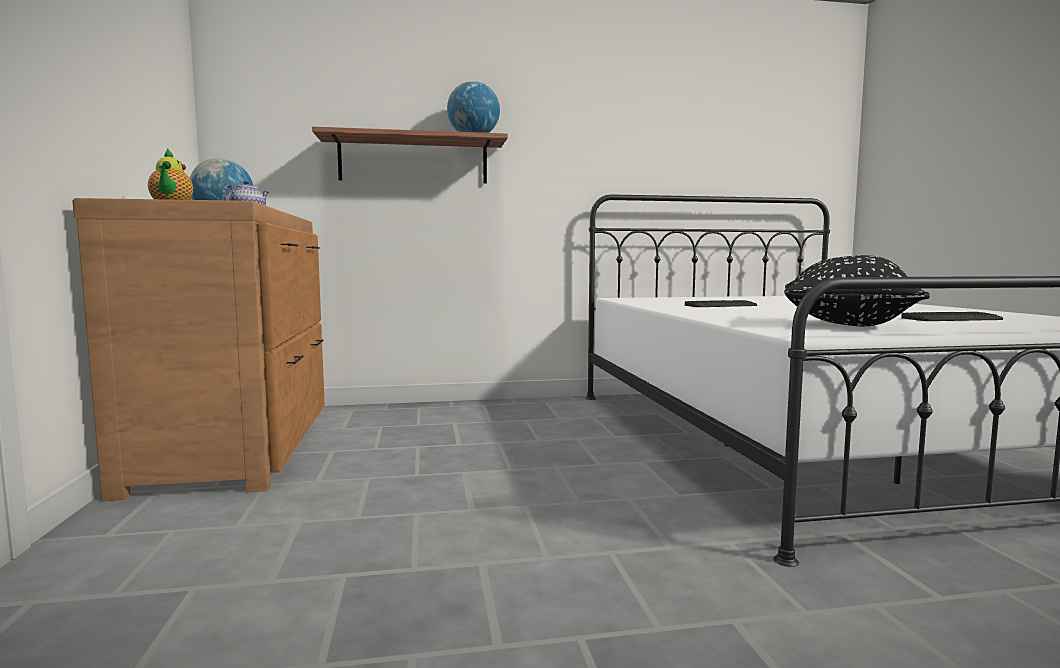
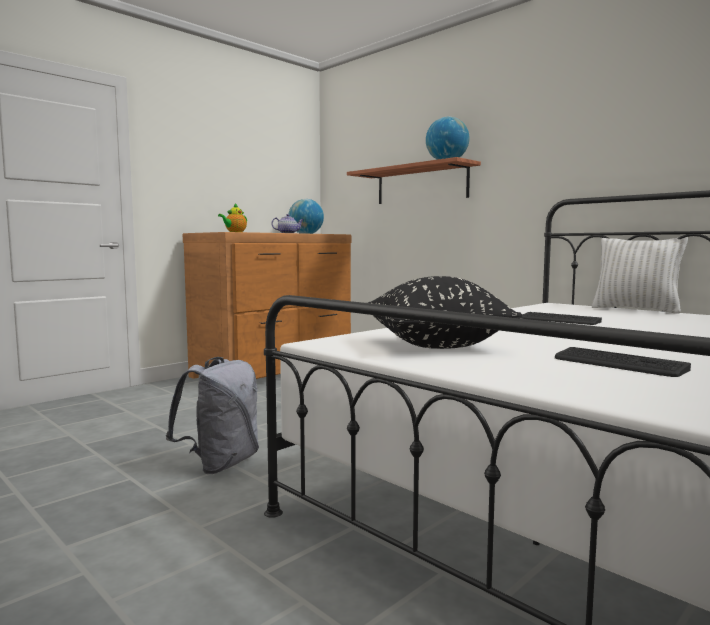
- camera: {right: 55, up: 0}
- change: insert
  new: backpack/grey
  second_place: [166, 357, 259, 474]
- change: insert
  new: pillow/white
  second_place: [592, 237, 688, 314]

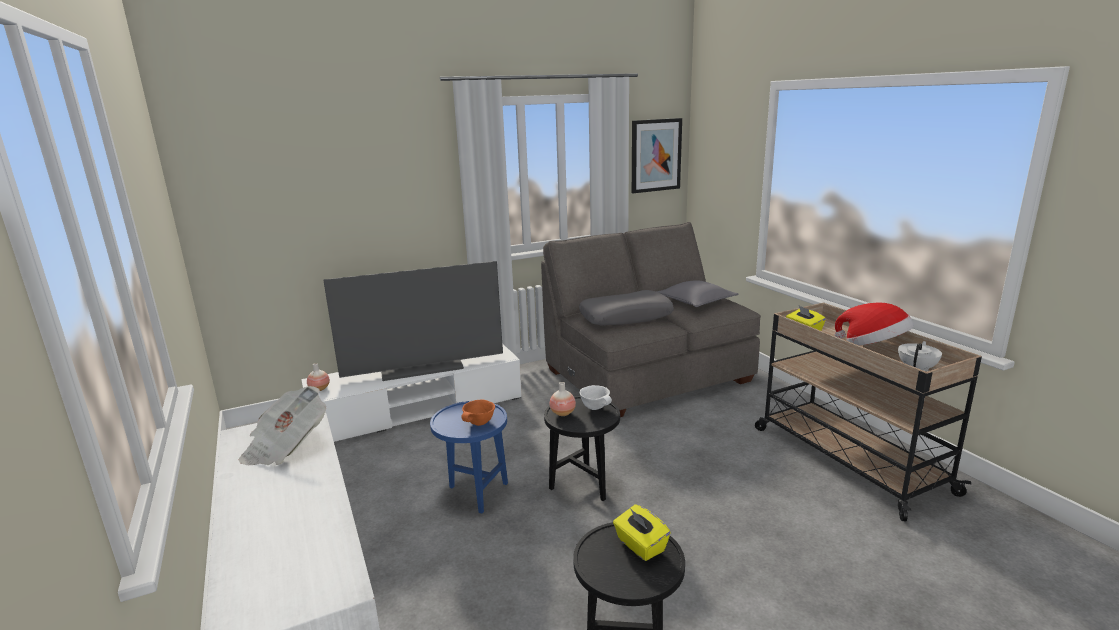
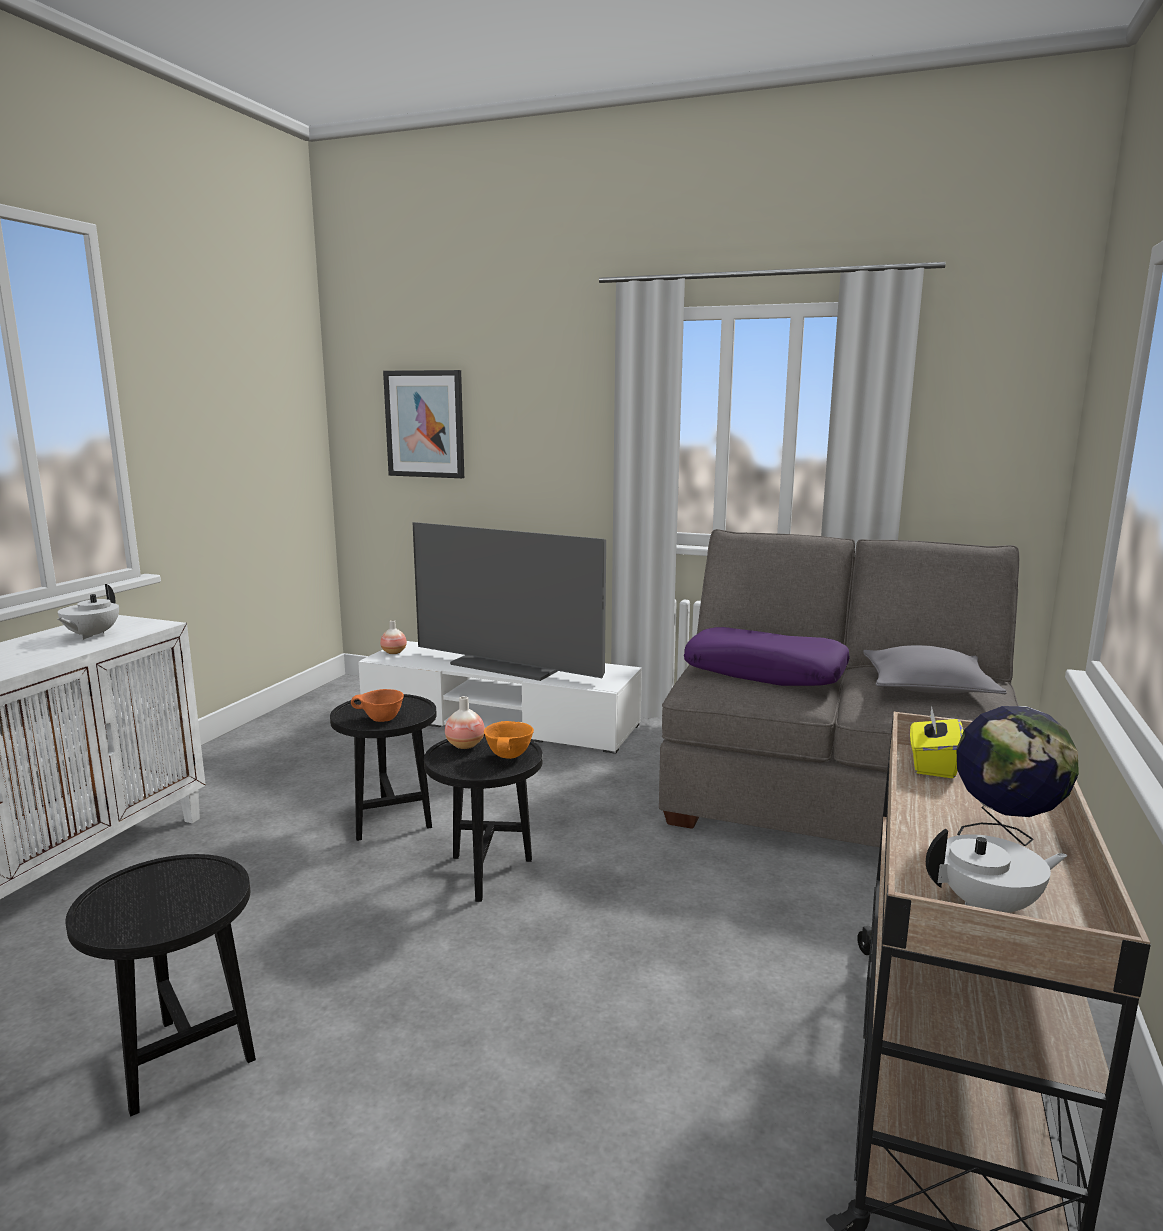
- camera: {right: 45, up: -5}
- change: replace
  old: newspaper
  new: teapot/white
  first_place: [239, 386, 326, 465]
  second_place: [57, 584, 119, 640]
- change: recolor
  old: side table/blue
  new: side table/black
  first_place: [430, 401, 508, 514]
  second_place: [330, 694, 437, 841]
- change: move
  old: picture
  first_place: [632, 118, 682, 193]
  second_place: [383, 370, 464, 478]
- change: recolor
  old: bowl/white
  new: bowl/orange
  first_place: [580, 385, 612, 410]
  second_place: [484, 721, 534, 759]
- change: recolor
  old: pillow/grey
  new: pillow/purple
  first_place: [579, 290, 674, 325]
  second_place: [684, 627, 849, 686]
- change: replace
  old: hat
  new: globe
  first_place: [835, 303, 914, 345]
  second_place: [956, 706, 1079, 846]
- change: delete
  old: tissue box/yellow
  first_place: [613, 504, 671, 561]

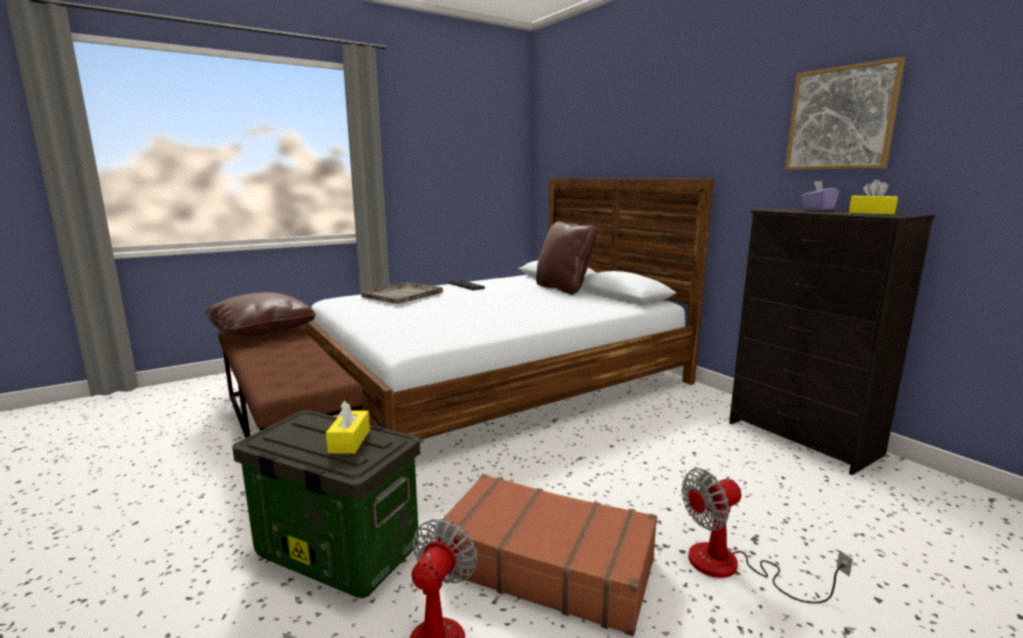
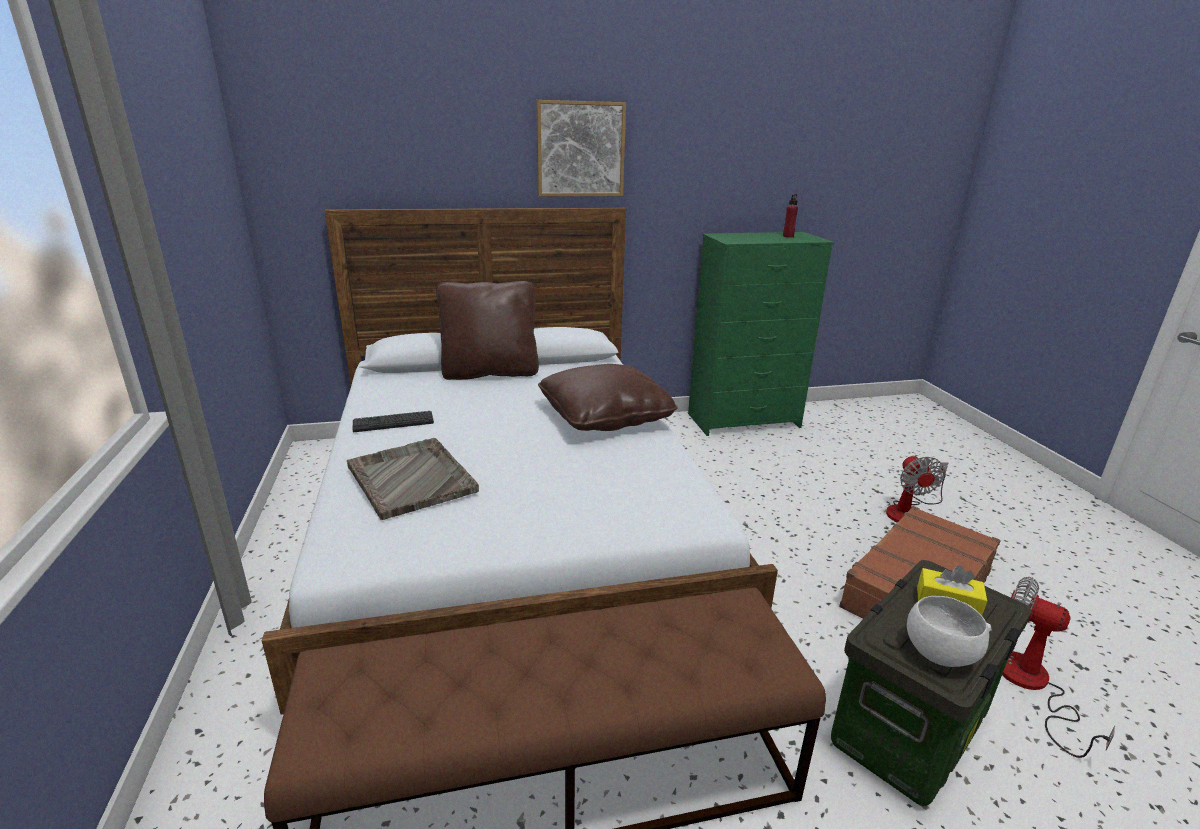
- camera: {right: -70, up: 10}
- change: move
  old: picture
  first_place: [785, 57, 906, 170]
  second_place: [536, 100, 626, 196]
- change: move
  old: pillow/brown
  first_place: [204, 292, 316, 337]
  second_place: [538, 364, 678, 431]
- change: recolor
  old: dresser/black
  new: dresser/green
  first_place: [729, 208, 935, 475]
  second_place: [688, 232, 834, 436]
- change: replace
  old: tissue box/yellow
  new: bottle/red
  first_place: [849, 180, 898, 215]
  second_place: [783, 194, 798, 237]
- change: insert
  new: bowl/white
  second_place: [907, 596, 992, 667]
- change: delete
  old: tissue box/purple
  first_place: [801, 181, 839, 211]

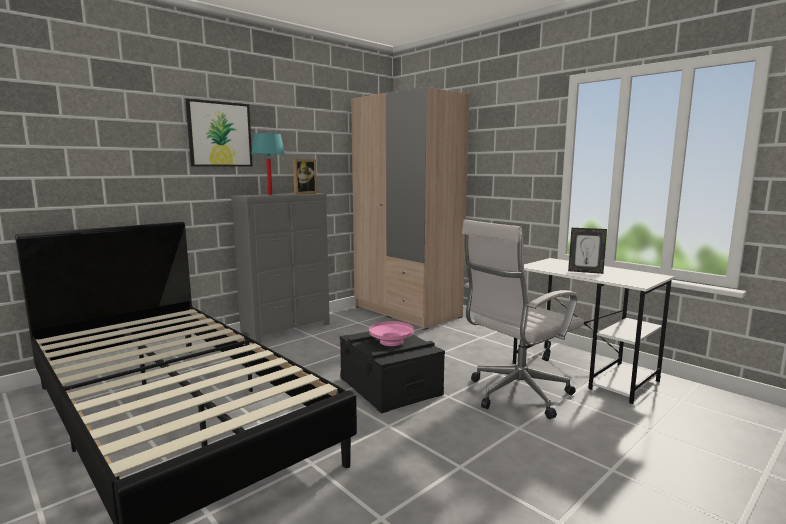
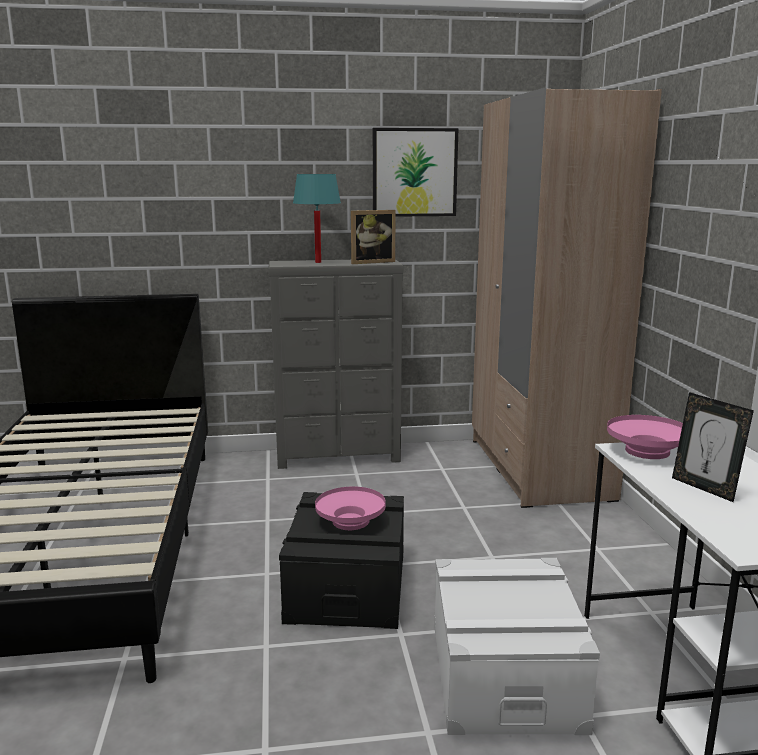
- camera: {right: 35, up: 5}
- change: move
  old: picture
  first_place: [186, 99, 253, 167]
  second_place: [373, 128, 459, 217]
- change: replace
  old: office chair/white
  new: storage box/white
  first_place: [462, 219, 584, 419]
  second_place: [434, 558, 600, 735]
- change: insert
  new: bowl/pink
  second_place: [607, 415, 683, 459]

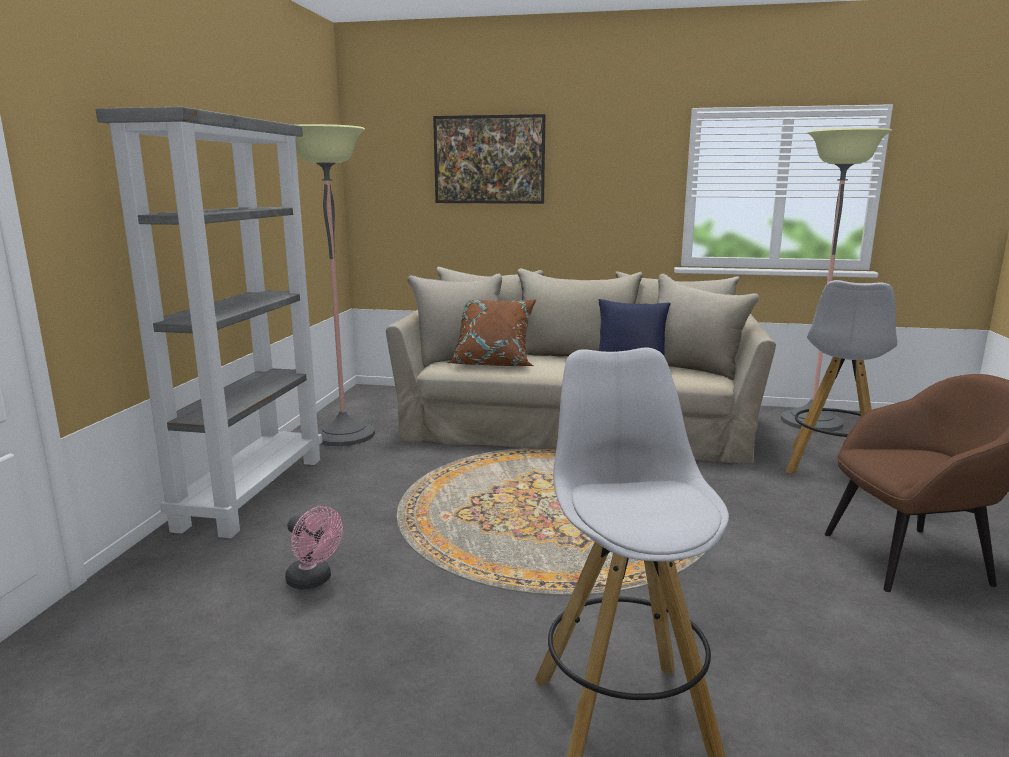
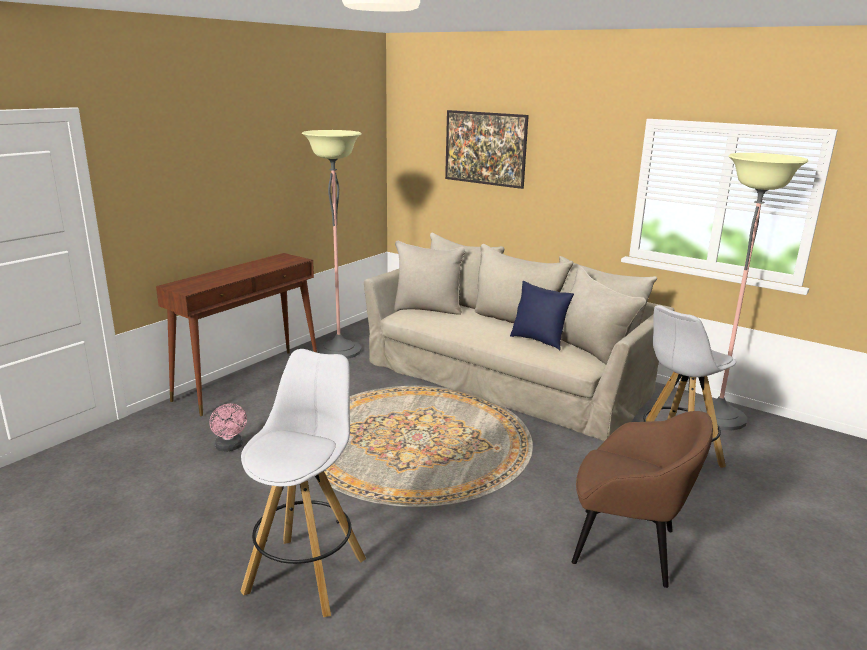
- camera: {right: 25, up: 5}
- change: replace
  old: bookcase/grey
  new: console table/brown
  first_place: [96, 107, 322, 538]
  second_place: [156, 253, 317, 416]
- change: delete
  old: pillow/brown
  first_place: [447, 299, 537, 366]

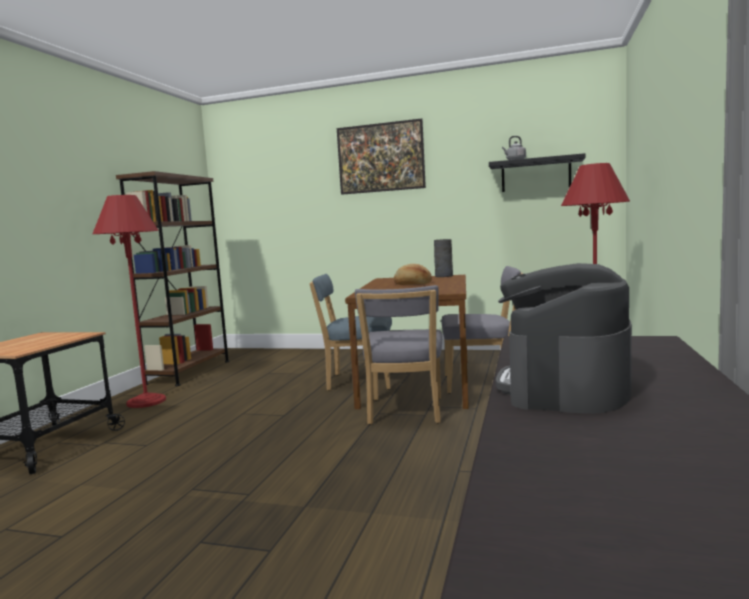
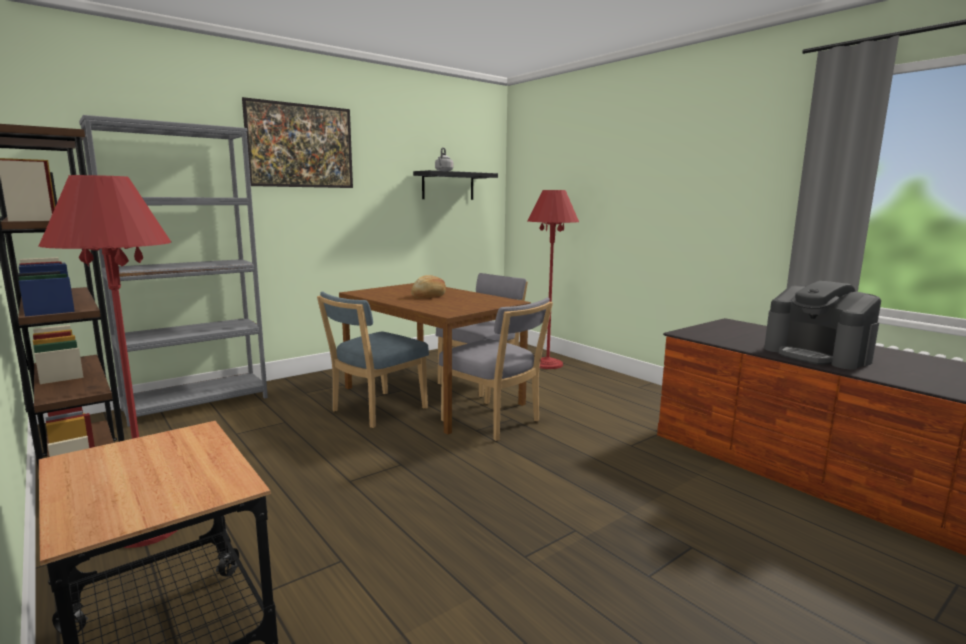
- camera: {right: -55, up: 5}
- change: insert
  new: bookcase/grey
  second_place: [79, 115, 268, 427]
- change: delete
  old: vase/grey
  first_place: [434, 239, 453, 277]

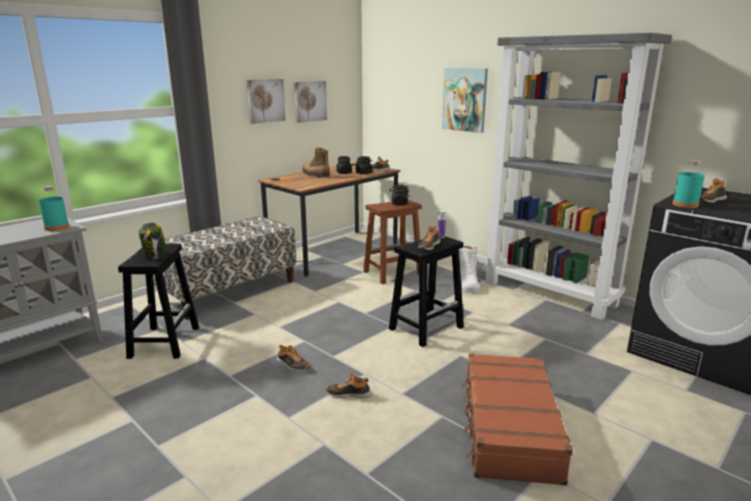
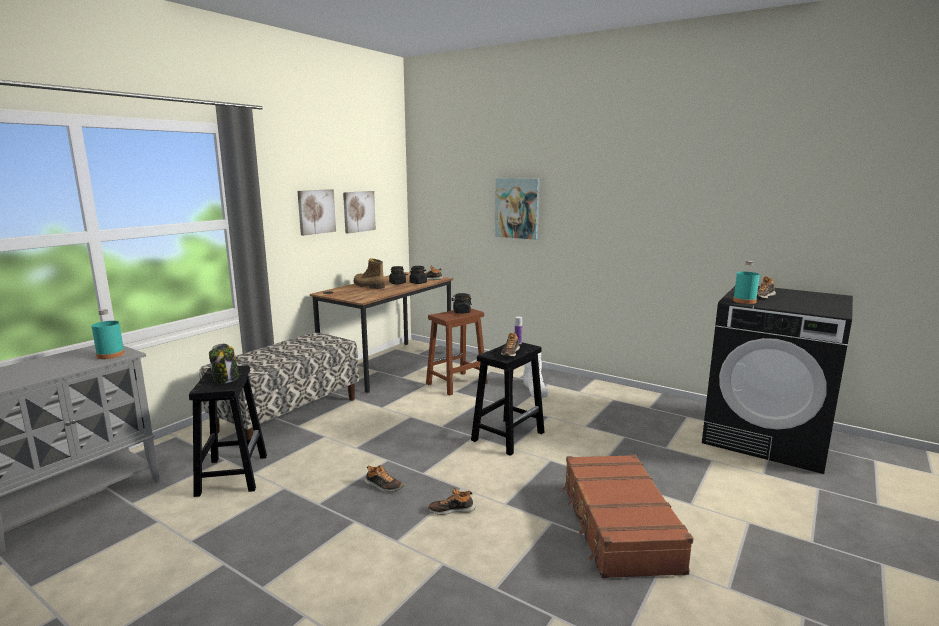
- camera: {right: -10, up: -5}
- change: delete
  old: bookcase/grey
  first_place: [483, 33, 672, 320]

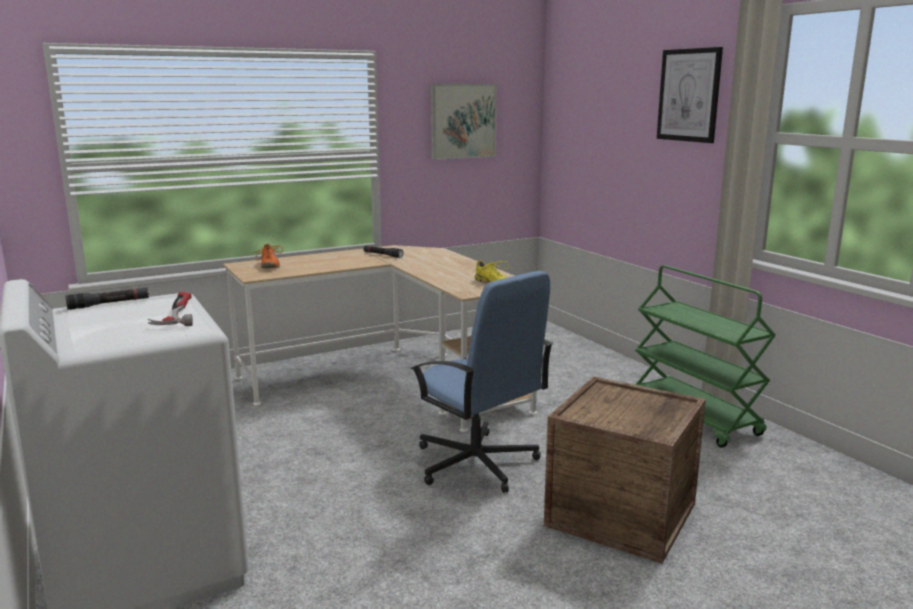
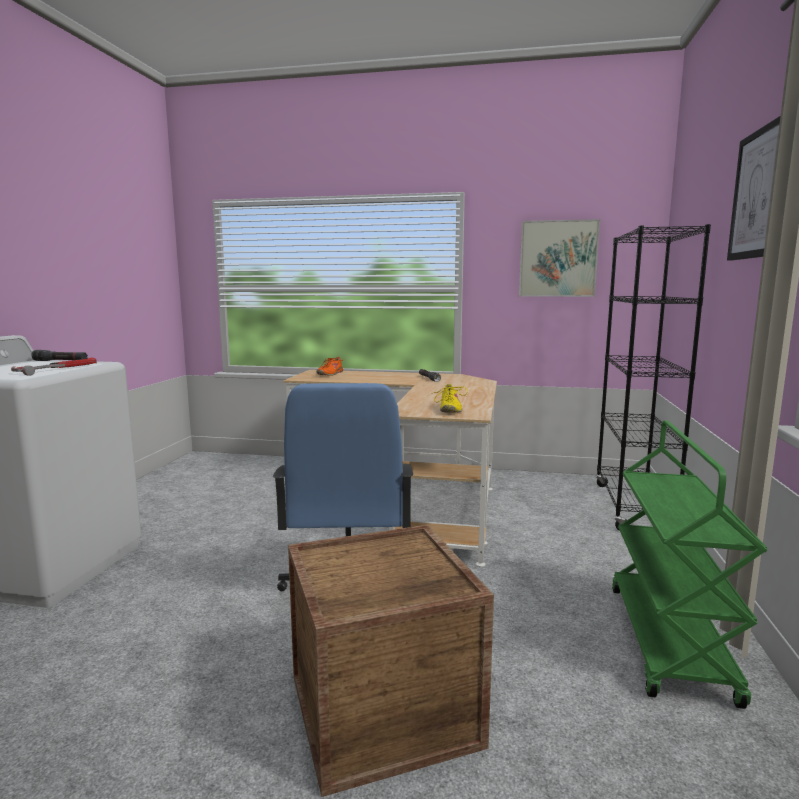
- camera: {right: 40, up: -5}
- change: insert
  new: bookcase/black
  second_place: [595, 224, 711, 531]

